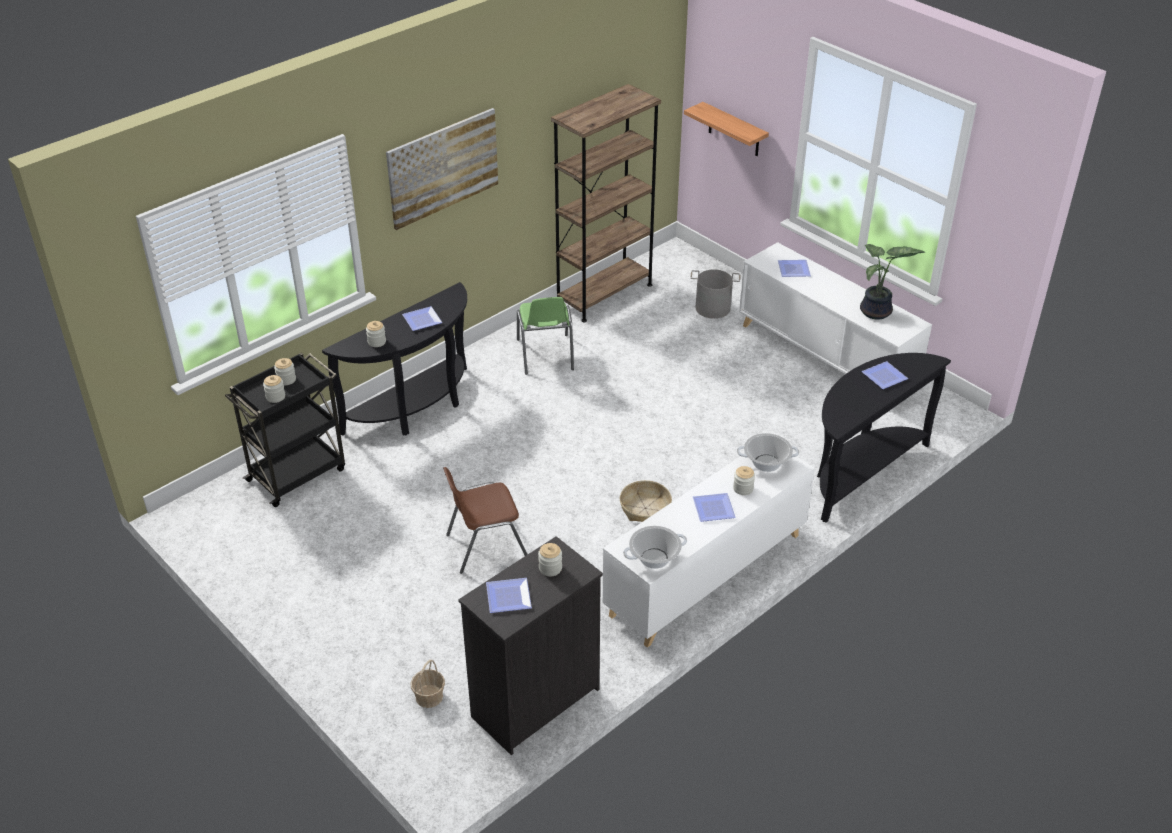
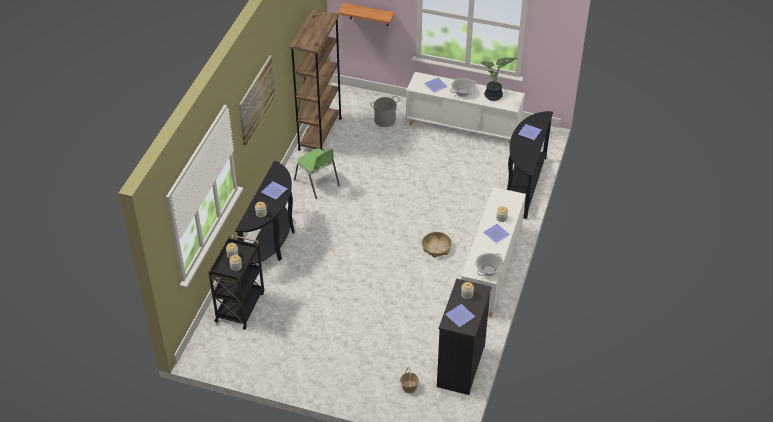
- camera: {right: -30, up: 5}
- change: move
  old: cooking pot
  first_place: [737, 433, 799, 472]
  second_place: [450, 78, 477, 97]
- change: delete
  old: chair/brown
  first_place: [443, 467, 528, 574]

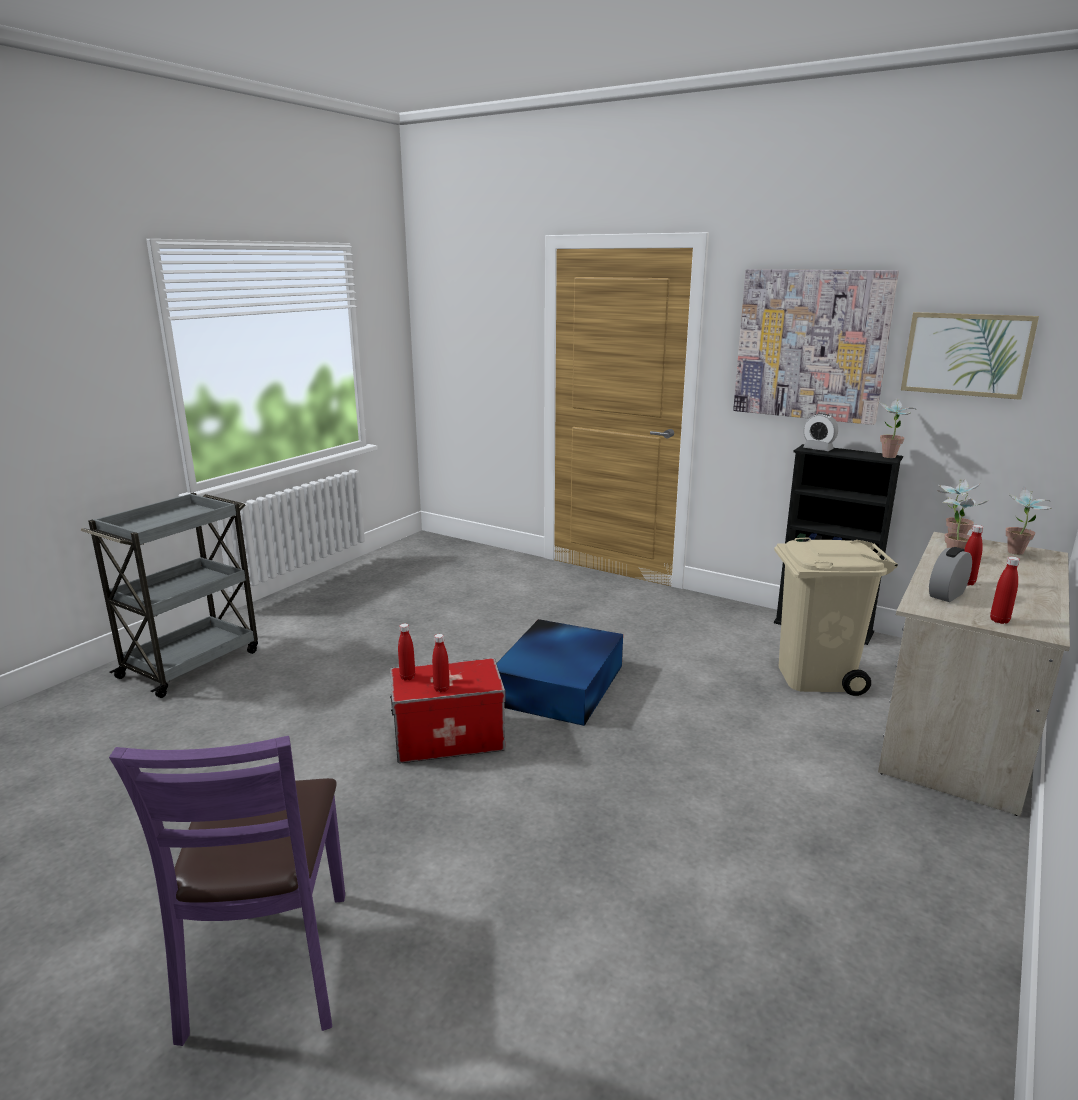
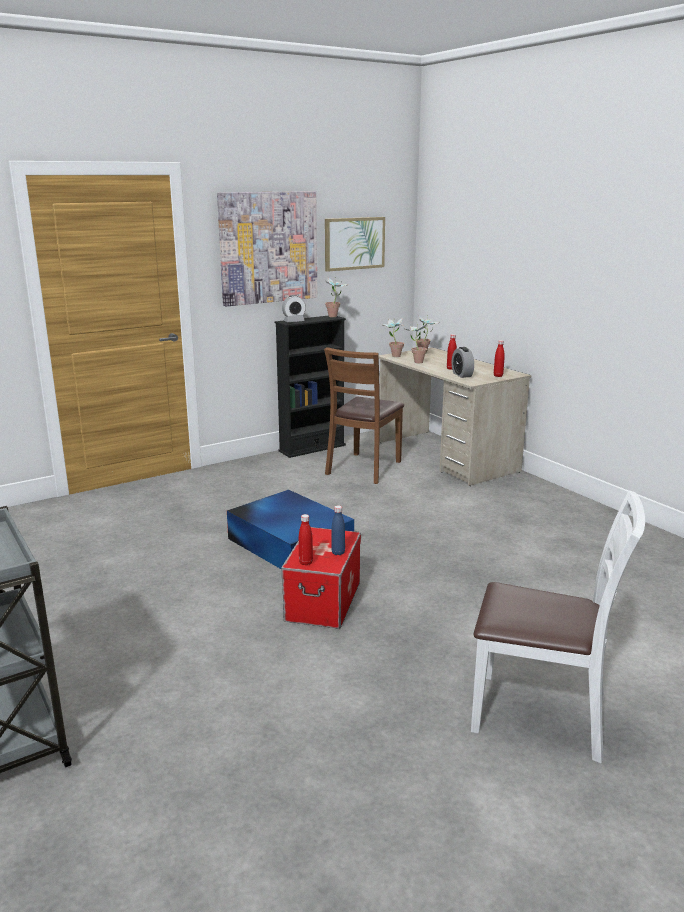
- camera: {right: -65, up: 0}
- change: replace
  old: trash can/beige
  new: chair/brown
  first_place: [774, 537, 898, 696]
  second_place: [324, 347, 404, 484]
- change: recolor
  old: bottle/red
  new: bottle/blue
  first_place: [432, 634, 450, 692]
  second_place: [332, 505, 345, 555]
- change: recolor
  old: chair/purple
  new: chair/white
  first_place: [109, 736, 345, 1046]
  second_place: [471, 490, 645, 763]

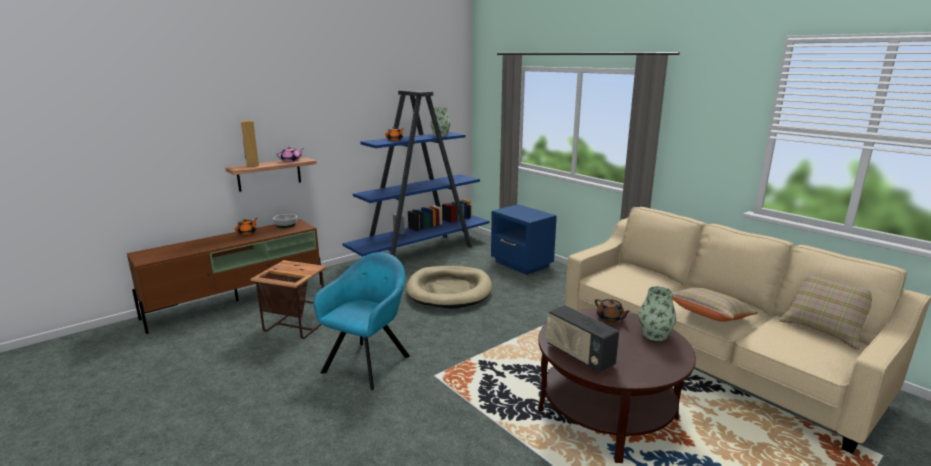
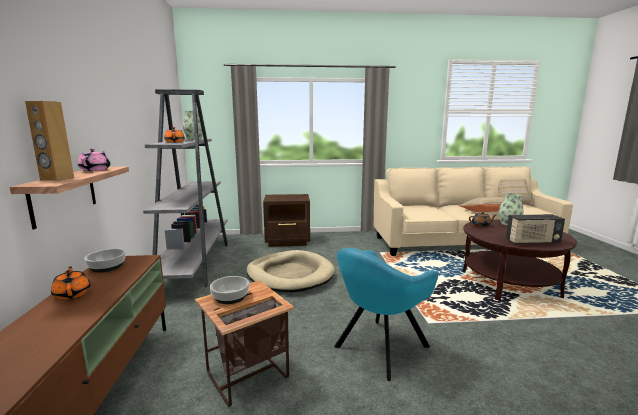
- camera: {right: -55, up: -5}
- change: recolor
  old: bookcase/blue
  new: bookcase/grey
  first_place: [343, 90, 490, 257]
  second_place: [143, 89, 228, 287]
- change: insert
  new: bowl
  second_place: [210, 276, 249, 304]
- change: recolor
  old: nightstand/blue
  new: nightstand/brown
  first_place: [491, 204, 557, 275]
  second_place: [263, 194, 310, 247]
- change: rotate
  old: armchair/turquoise
  first_place: [313, 252, 410, 390]
  second_place: [334, 248, 438, 381]
  degrees: -105

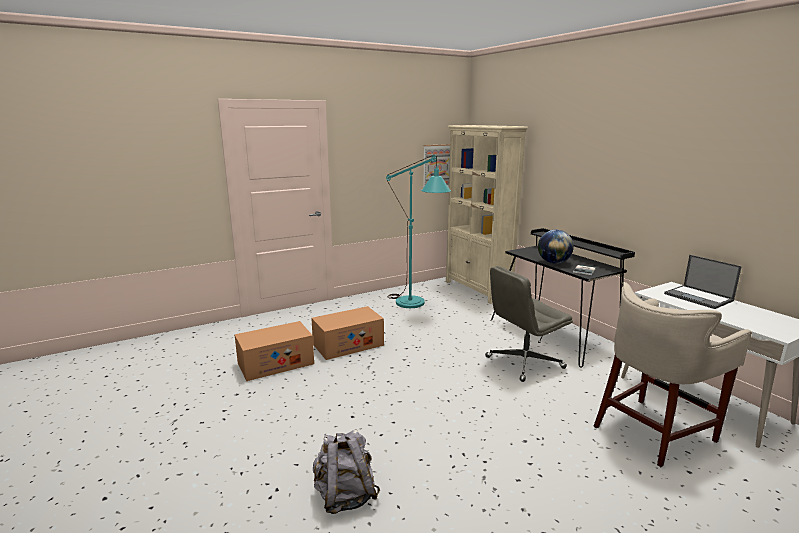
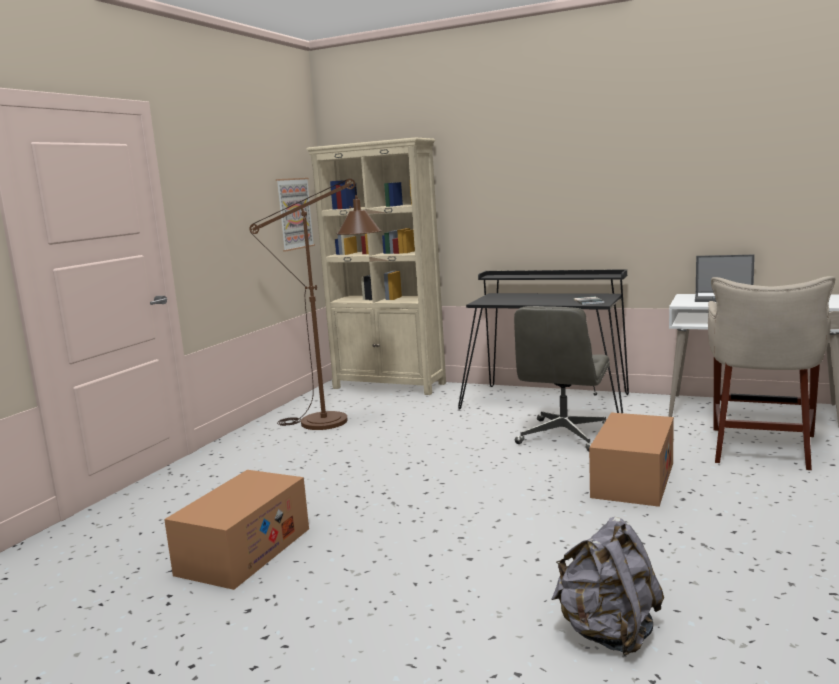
- camera: {right: -35, up: -5}
- change: recolor
  old: floor lamp/turquoise
  new: floor lamp/brown
  first_place: [386, 155, 451, 308]
  second_place: [249, 178, 382, 430]
- change: move
  old: cardboard box
  first_place: [311, 306, 384, 360]
  second_place: [589, 412, 674, 507]
- change: delete
  old: globe
  first_place: [538, 230, 574, 264]

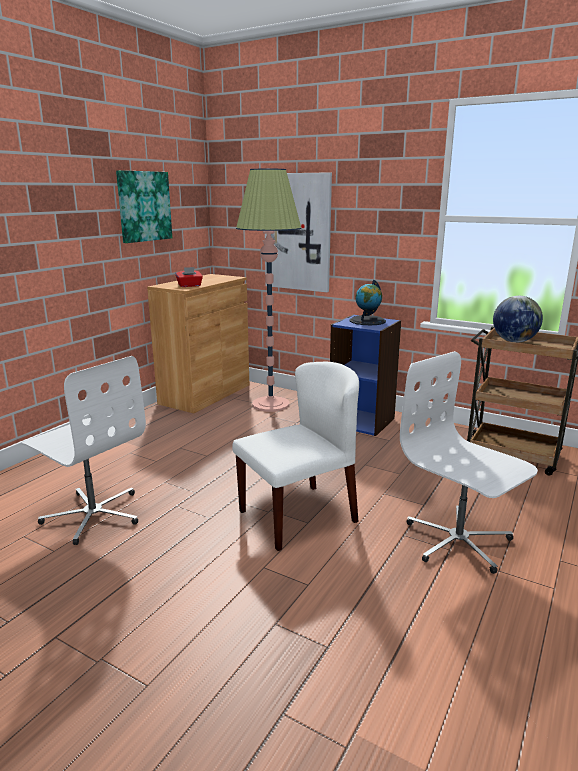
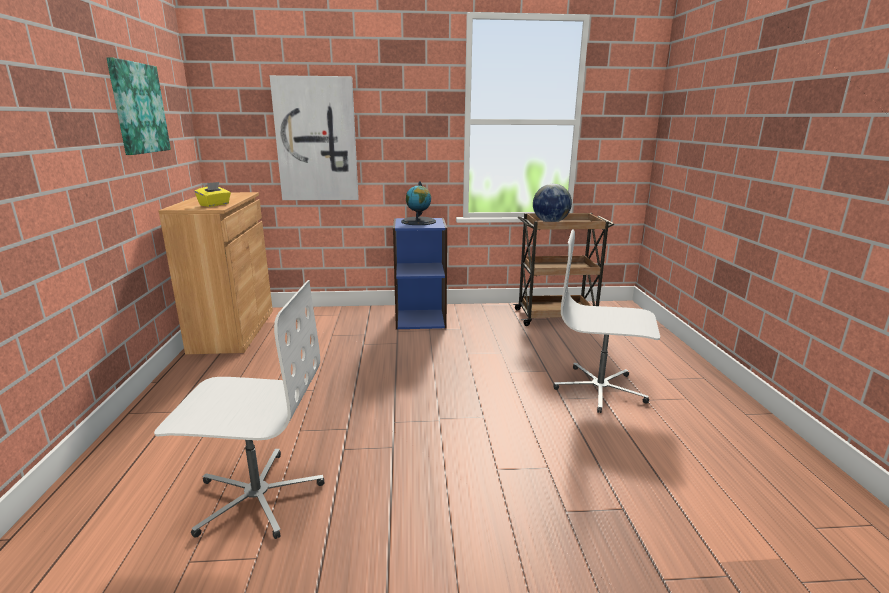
- camera: {right: -35, up: 0}
- change: recolor
  old: tissue box/red
  new: tissue box/yellow
  first_place: [176, 267, 203, 287]
  second_place: [194, 182, 231, 207]
- change: delete
  old: chair/white
  first_place: [232, 362, 359, 551]
- change: delete
  old: floor lamp
  first_place: [236, 168, 301, 412]

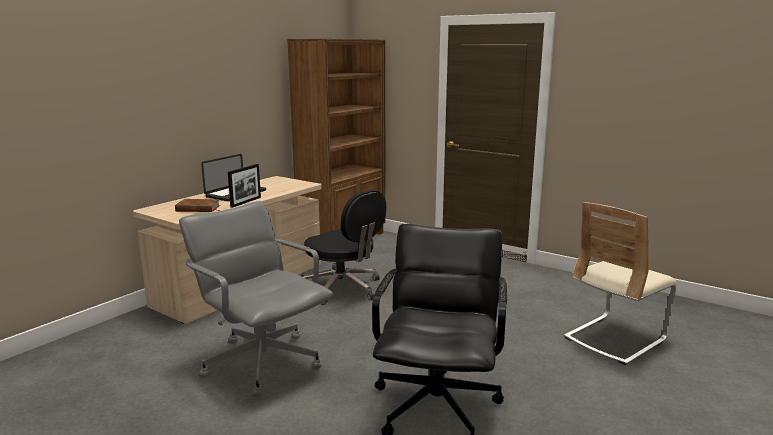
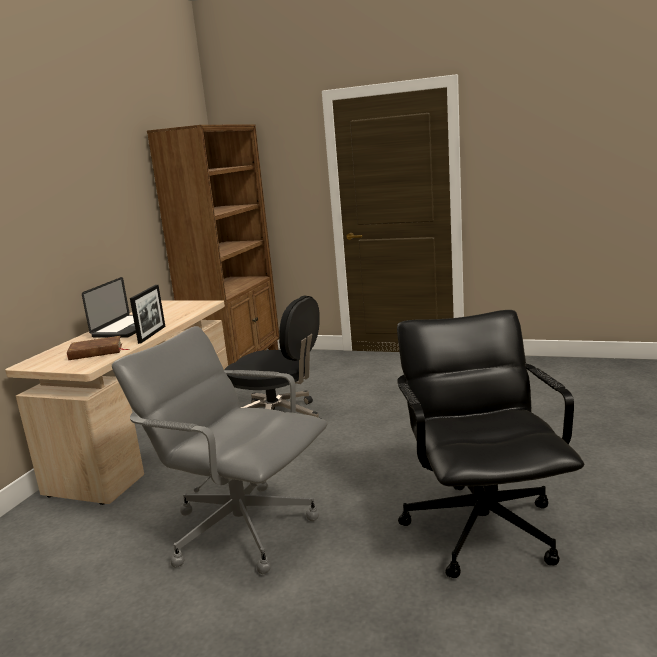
- camera: {right: -15, up: 0}
- change: delete
  old: chair/beige
  first_place: [564, 202, 677, 365]

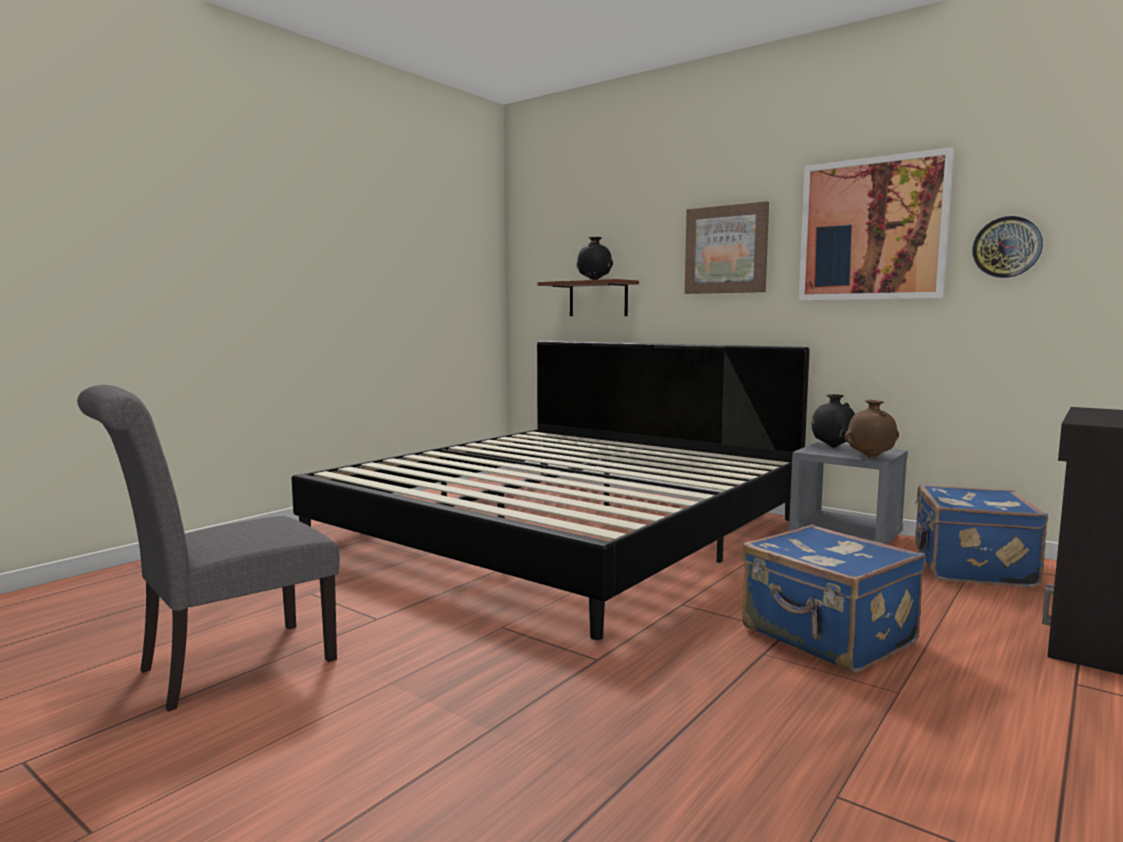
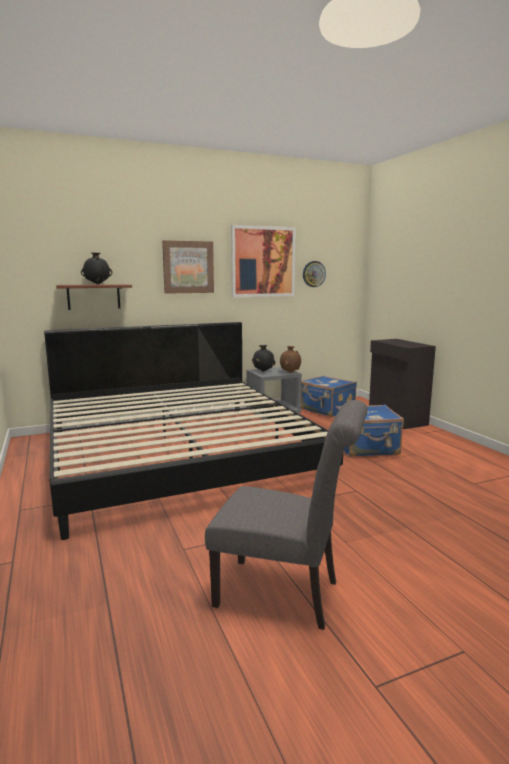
- camera: {right: -60, up: 5}
- change: rotate
  old: chair/grey
  first_place: [77, 385, 340, 712]
  second_place: [205, 400, 368, 630]
  degrees: -60

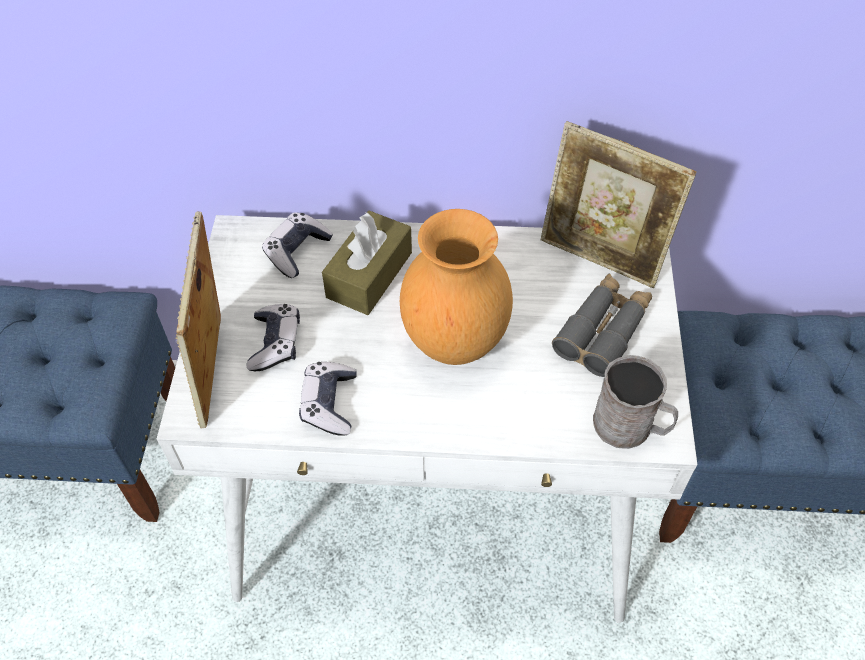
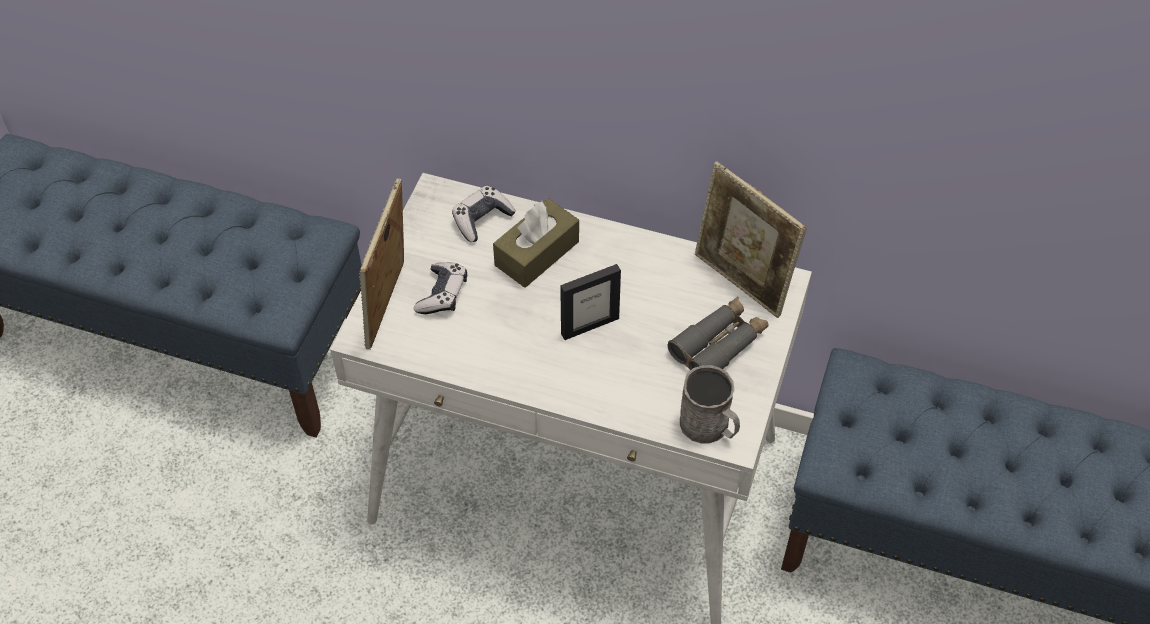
- camera: {right: 15, up: 0}
- change: replace
  old: vase/brown
  new: picture frame
  first_place: [400, 209, 513, 365]
  second_place: [560, 264, 621, 340]
- change: delete
  old: game controller
  first_place: [299, 362, 357, 436]

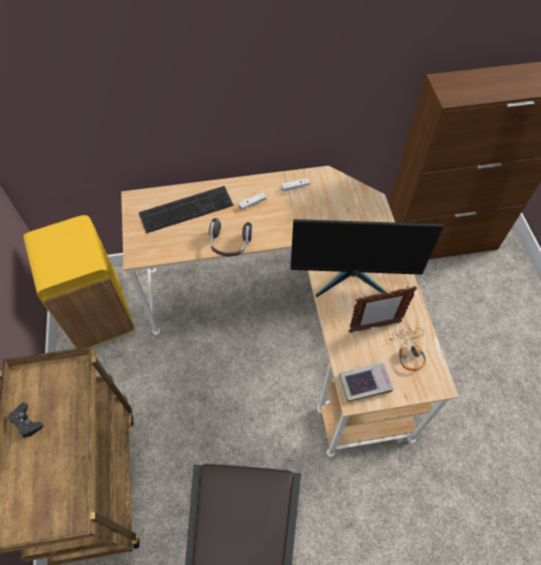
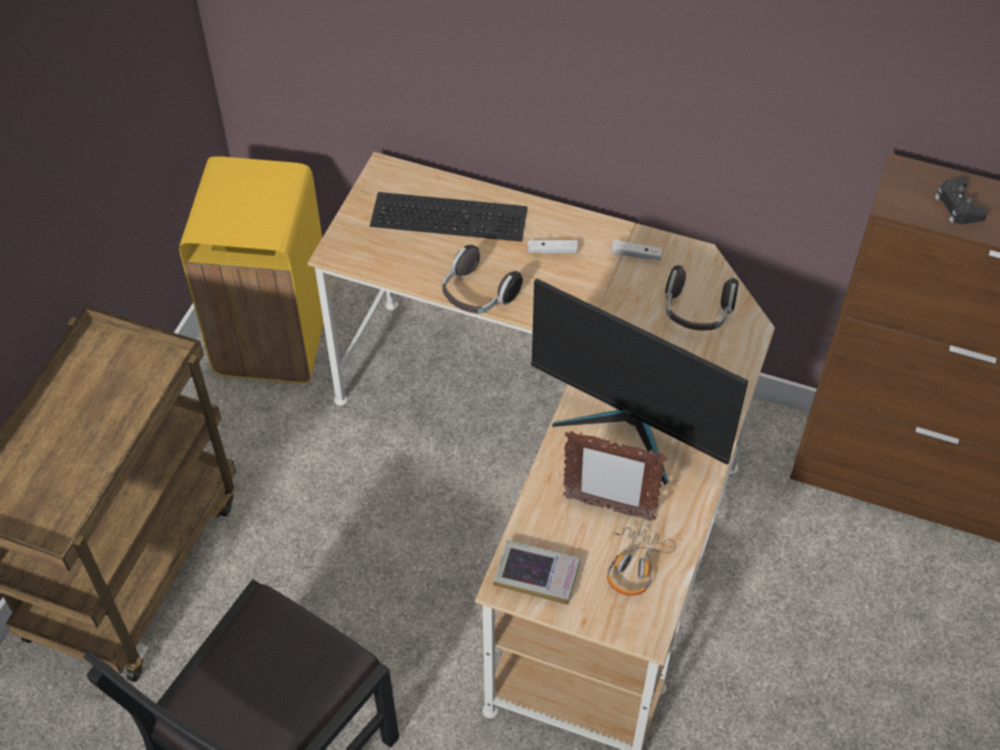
- camera: {right: 30, up: -5}
- change: insert
  new: headphones
  second_place: [665, 265, 739, 330]
- change: move
  old: game controller/black
  first_place: [8, 402, 44, 438]
  second_place: [935, 177, 988, 224]

